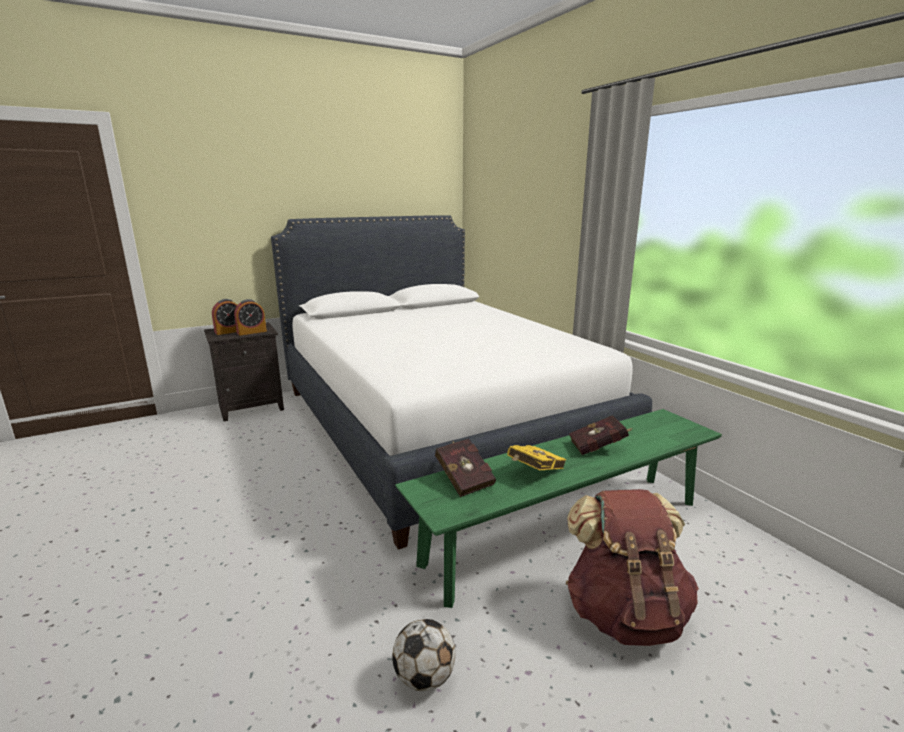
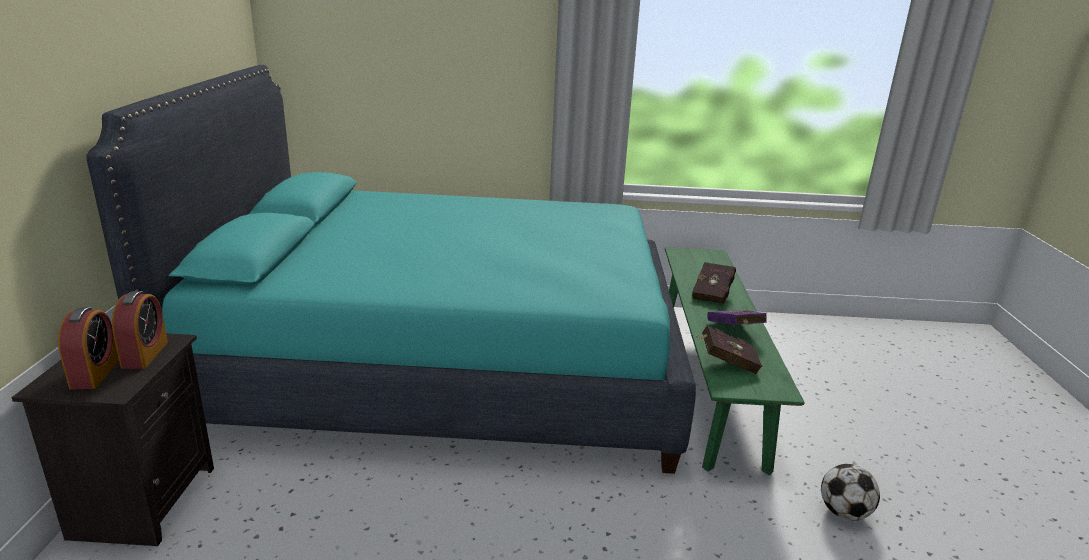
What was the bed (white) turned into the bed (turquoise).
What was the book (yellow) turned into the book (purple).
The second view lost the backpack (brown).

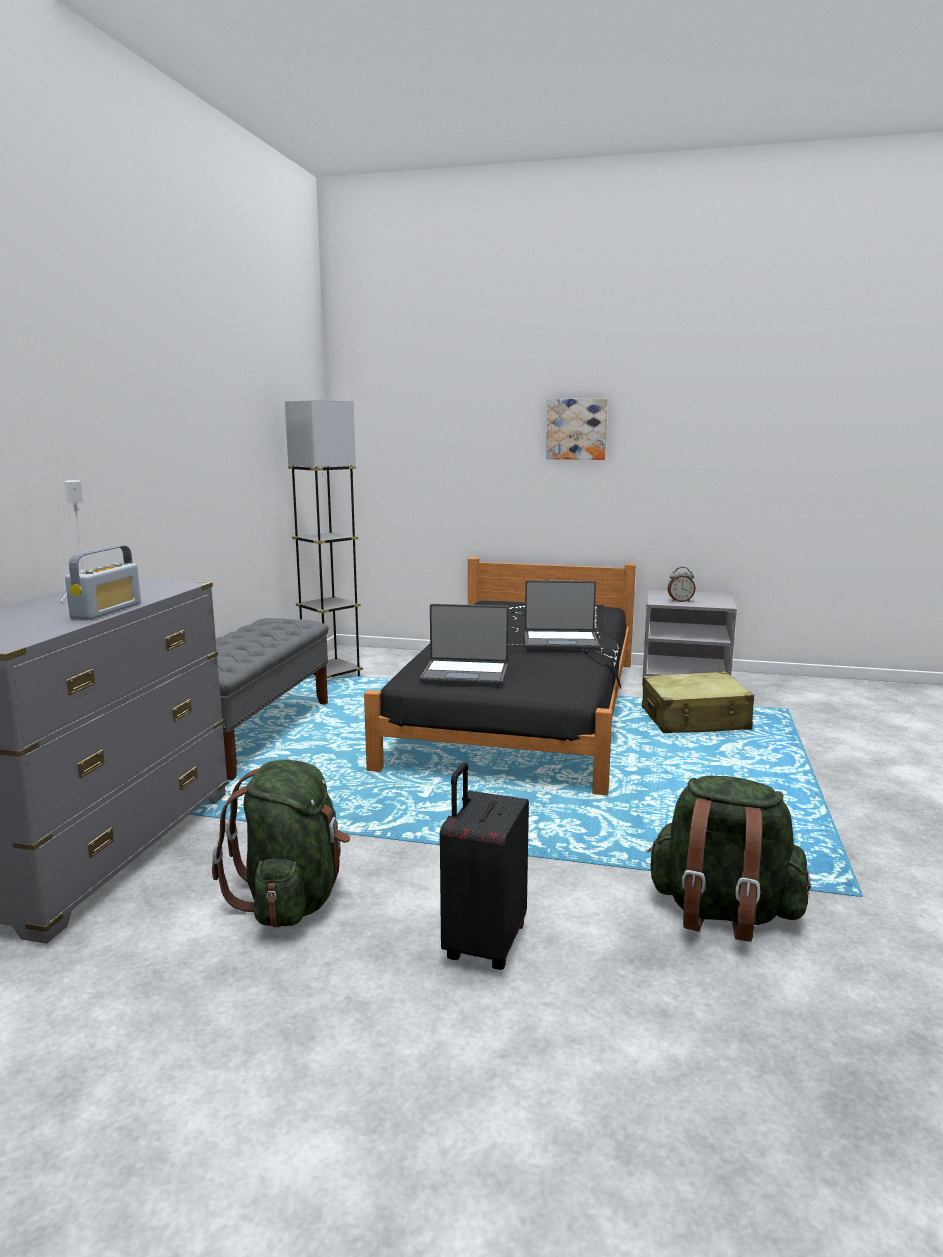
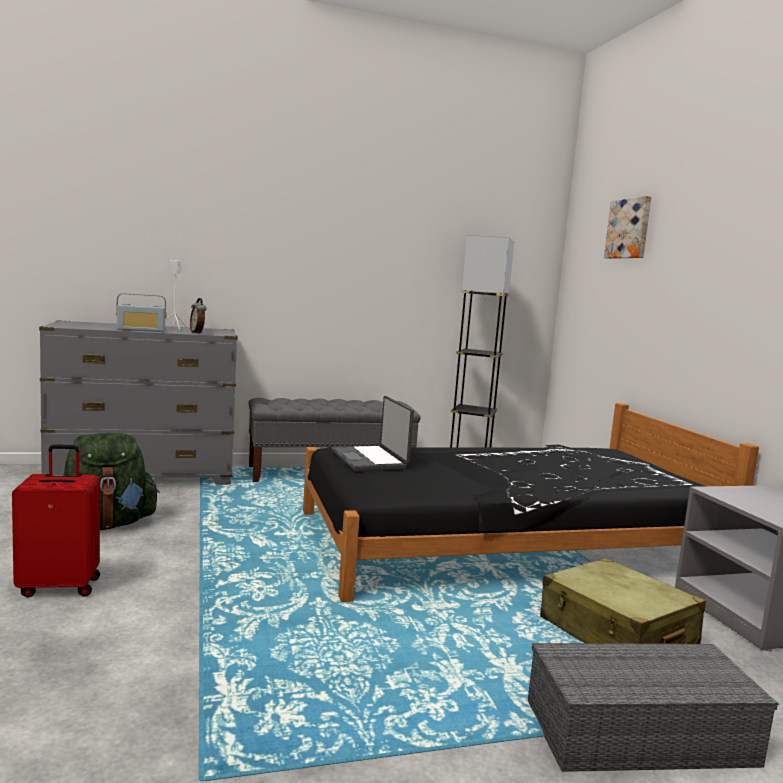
What was the suitcase (black) turned into the suitcase (red).
The second view lost the laptop (2nd from left).
The picture ended up elsewhere.
The second view lost the backpack (green) (2nd from left).
The alarm clock ended up elsewhere.
The second view gained the storage box (grey).

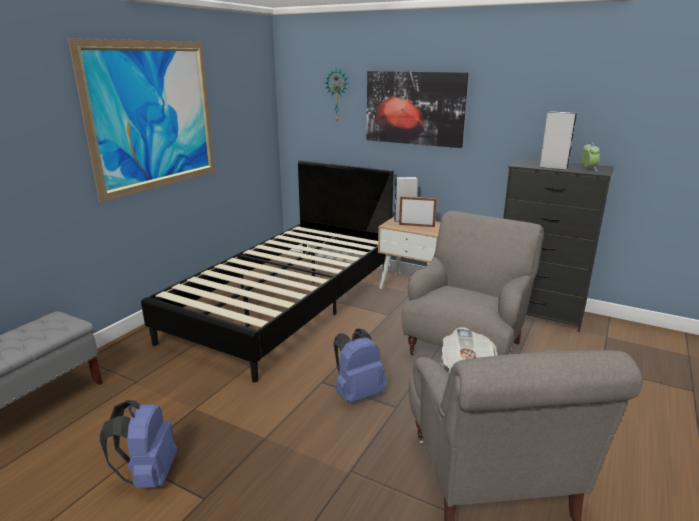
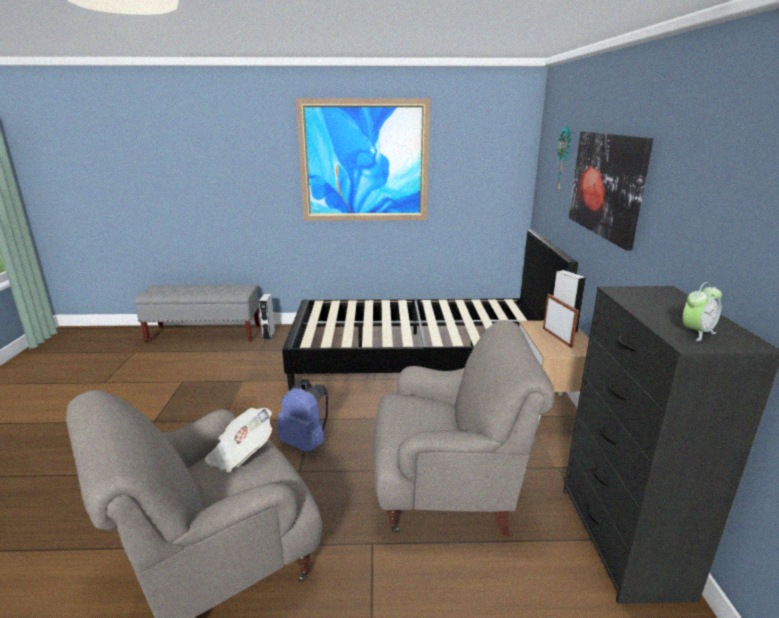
The second view lost the backpack (blue) (1st from left).
The speaker (grey) (2nd from left in the first image) ended up elsewhere.

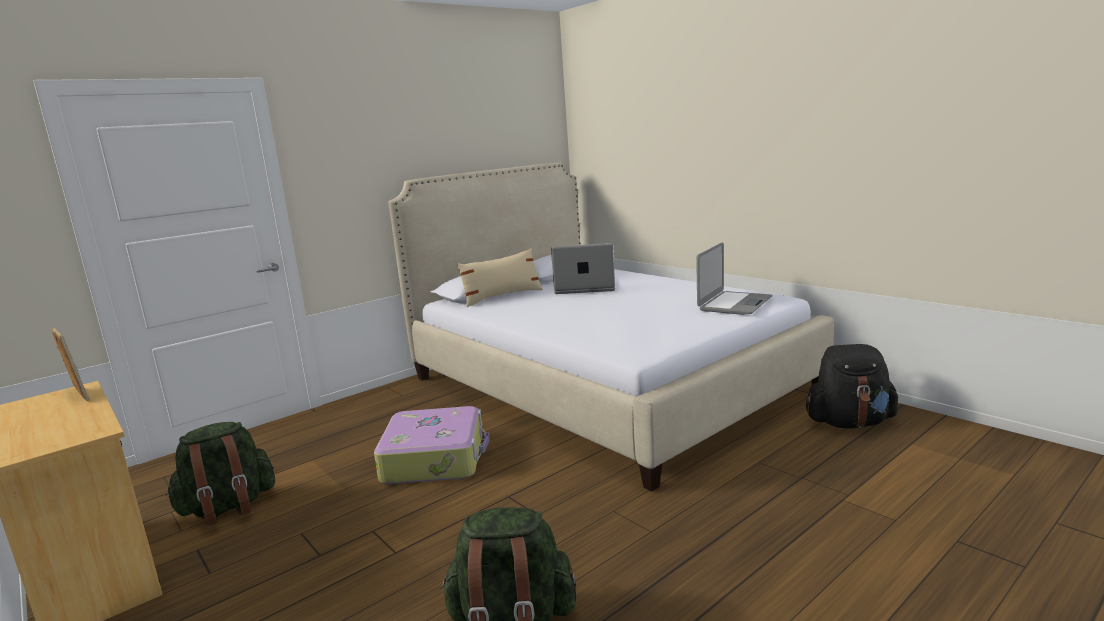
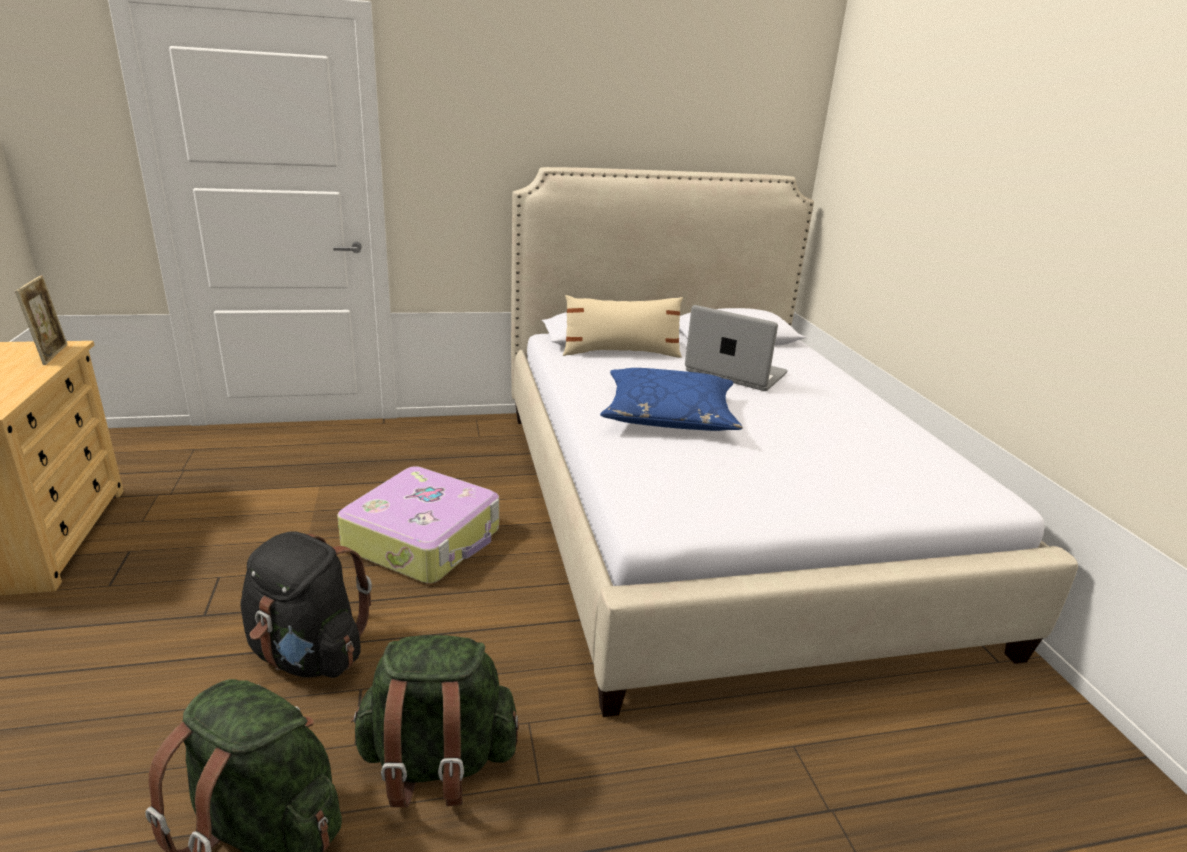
The backpack (green) (1st from left in the first image) ended up elsewhere.
The second view lost the laptop (2nd from left).
The backpack (black) ended up elsewhere.
The second view gained the pillow (blue).

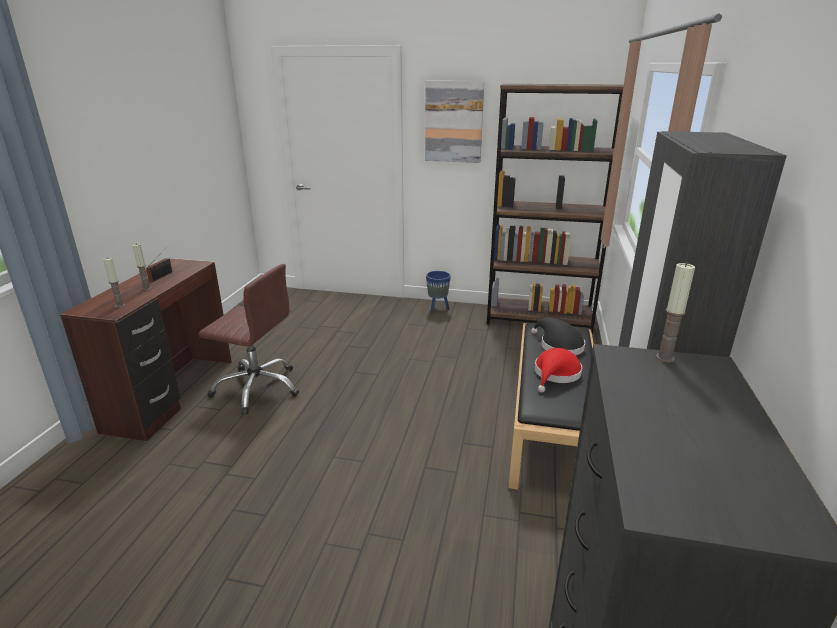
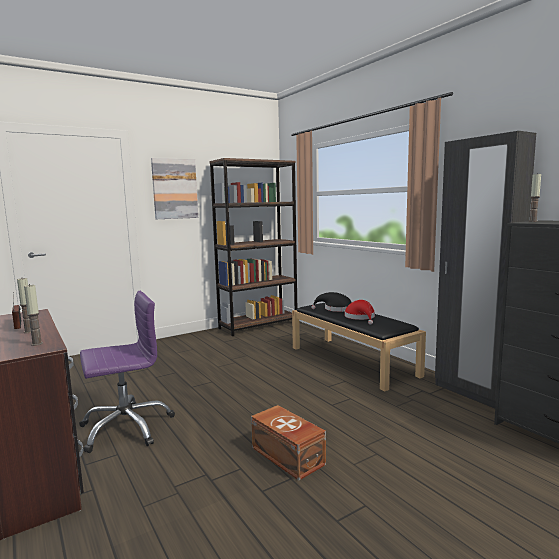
What was the office chair (brown) turned into the office chair (purple).
The second view lost the planter (blue).
The second view gained the storage box (brown).

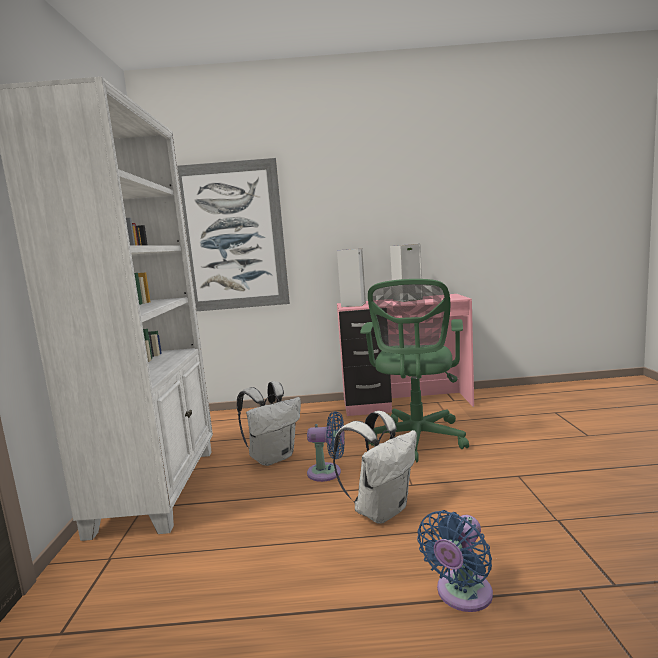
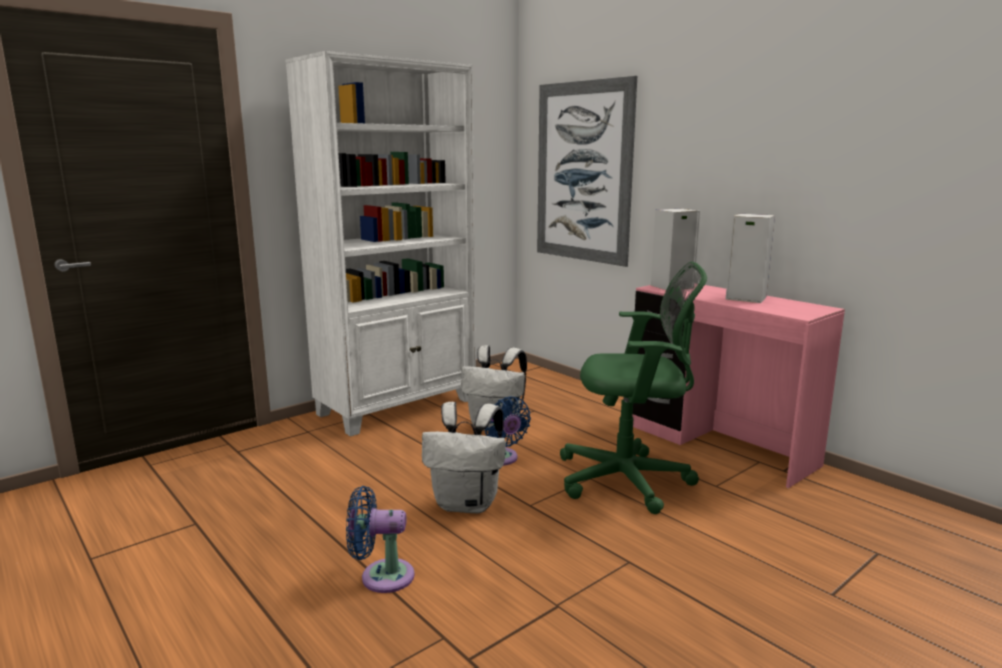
The office chair (green) ended up facing another way, 150 degrees counterclockwise from before.

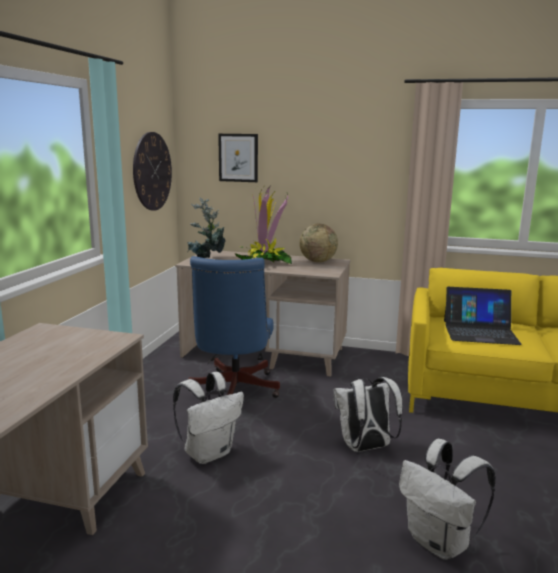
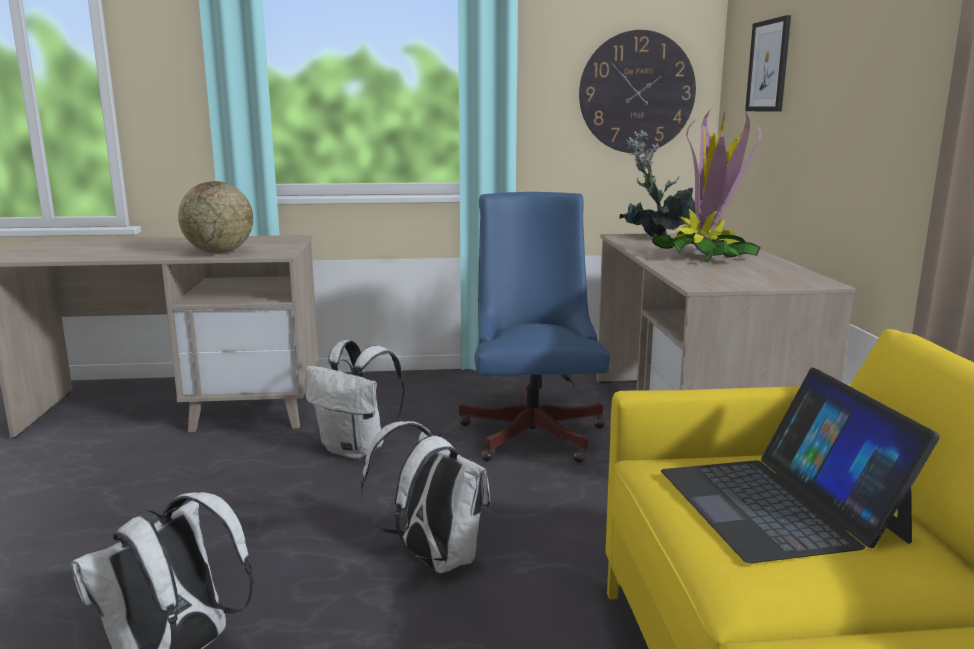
The office chair (blue) ended up facing another way, 105 degrees clockwise from before.
The globe ended up elsewhere.

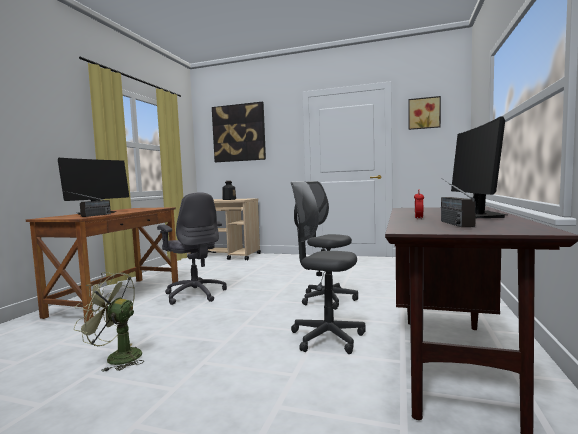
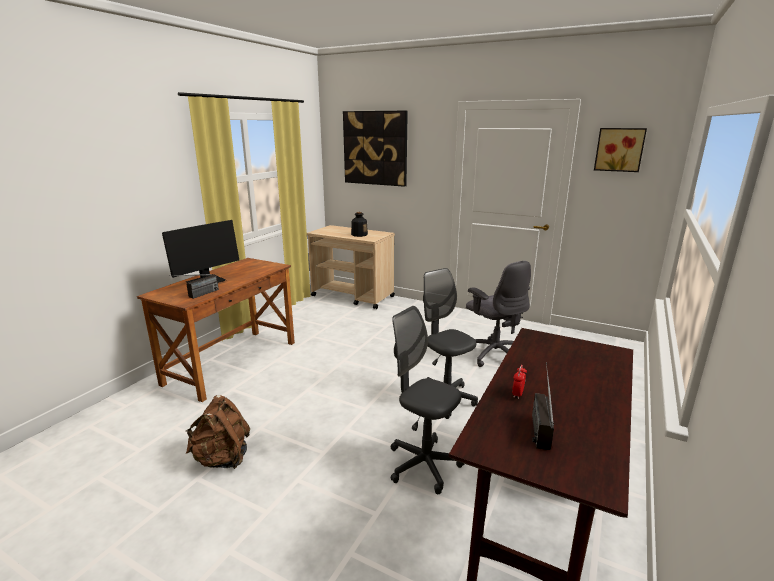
Where the fan (green) stood, the backpack (brown) came to stand.
The office chair (grey) (1st from left in the first image) ended up elsewhere.
The second view lost the monitor (2nd from left).

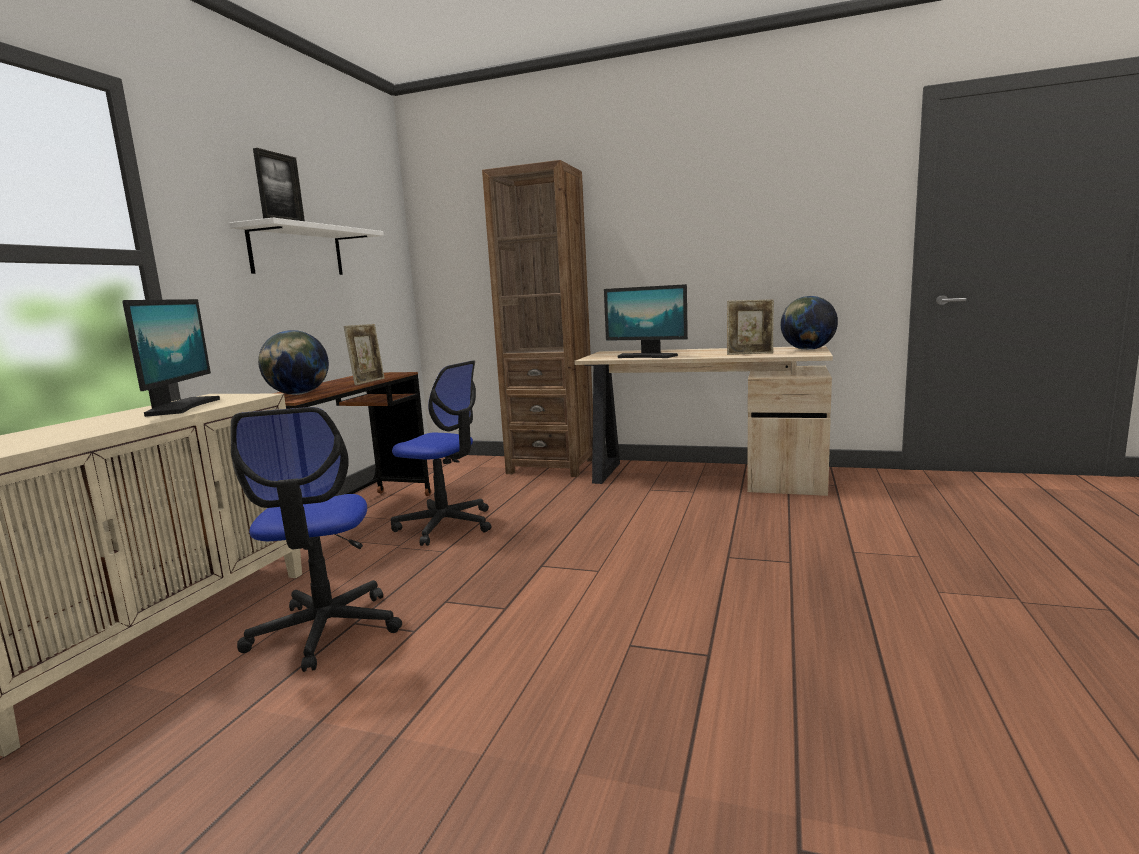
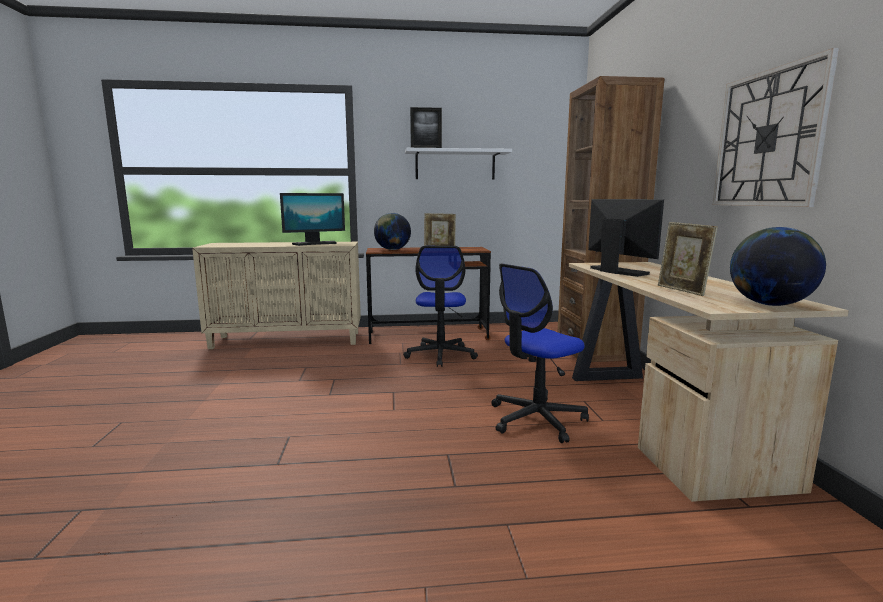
The office chair (1st from left in the first image) ended up elsewhere.
The monitor (2nd from left) ended up facing another way, 150 degrees clockwise from before.
The second view gained the wall clock.

